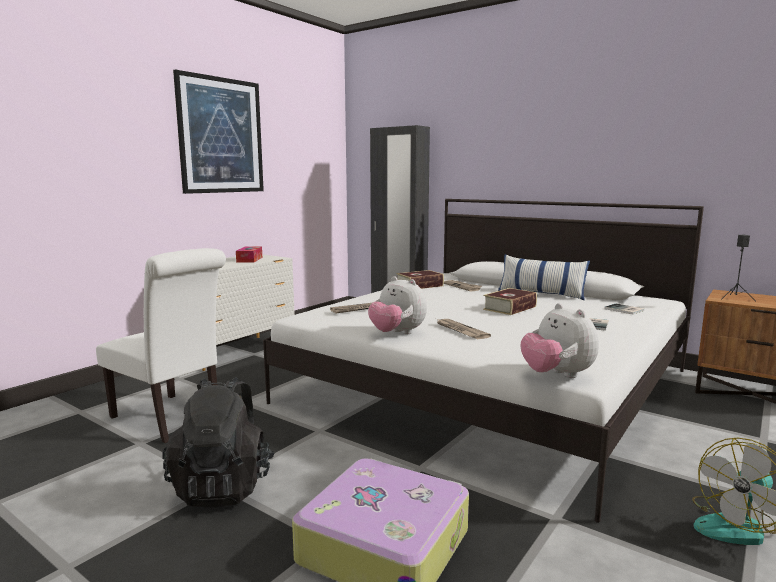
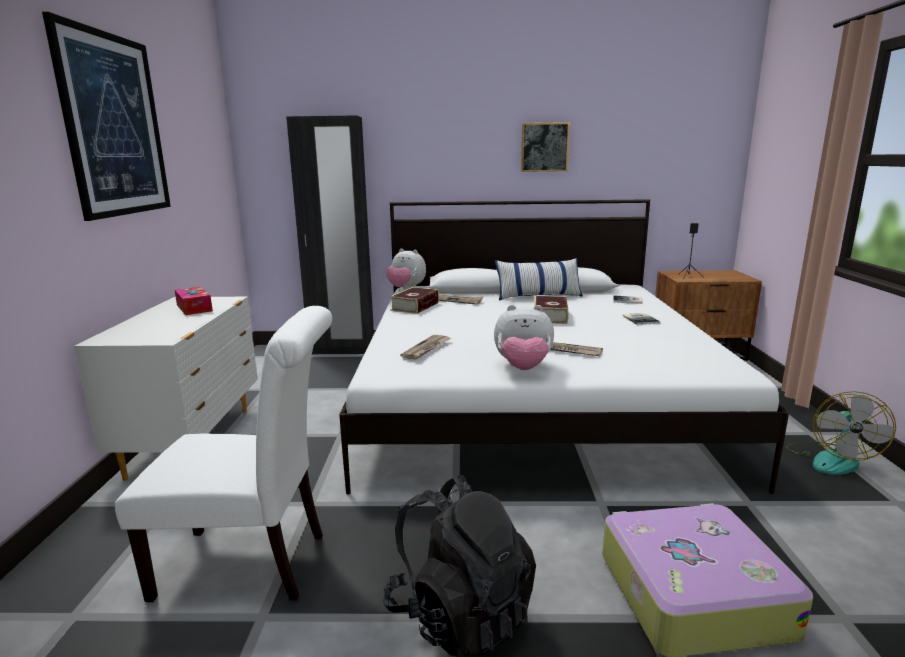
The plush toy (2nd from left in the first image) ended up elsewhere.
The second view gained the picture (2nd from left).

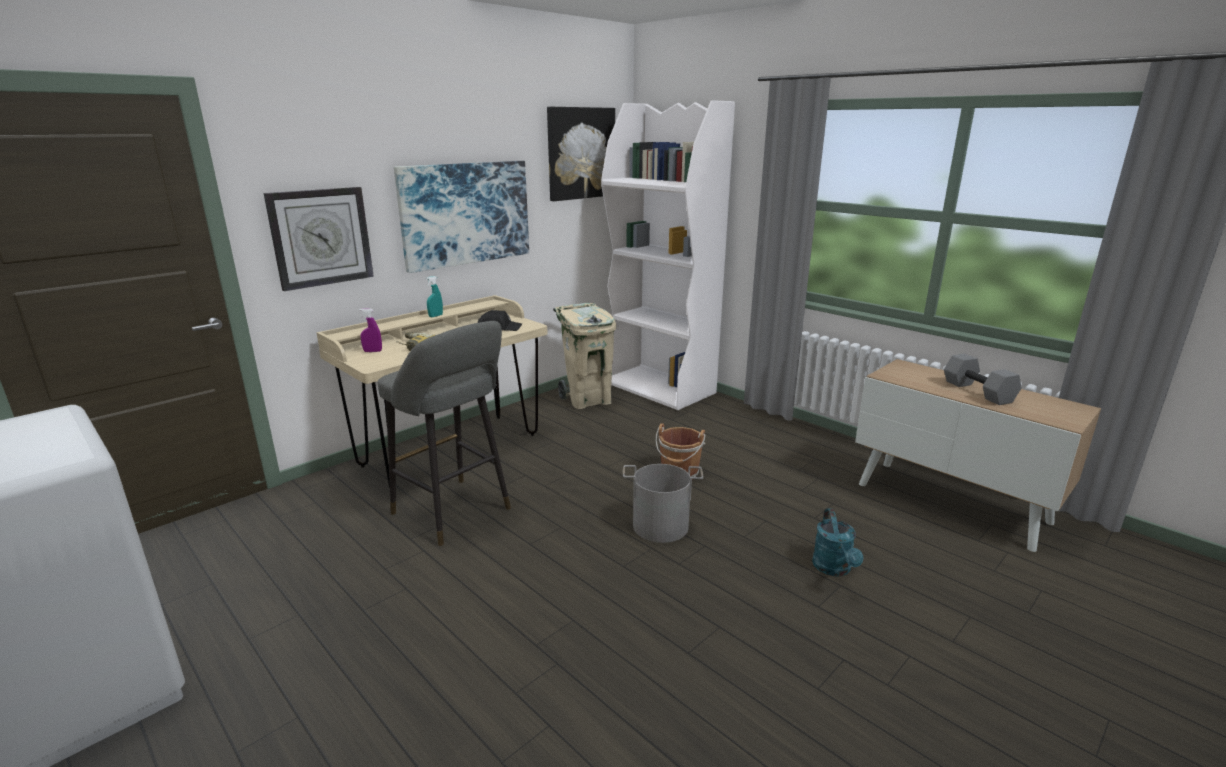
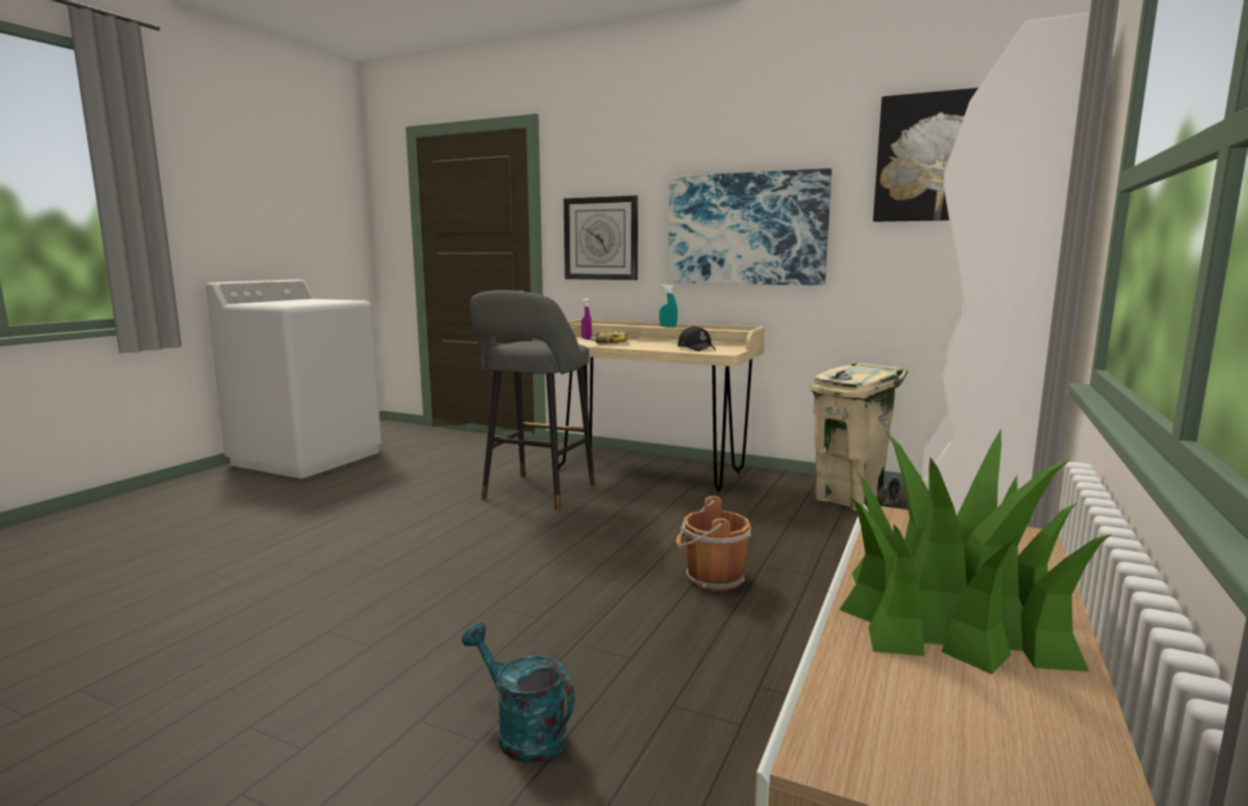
The second view lost the bucket (grey).
The watering can (turquoise) ended up facing another way, 60 degrees clockwise from before.
Where the dumbbell (grey) stood, the potted plant came to stand.

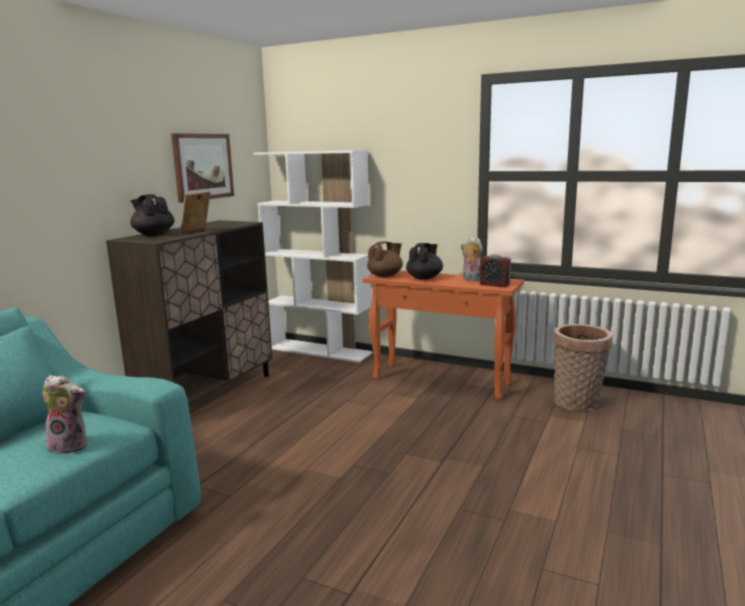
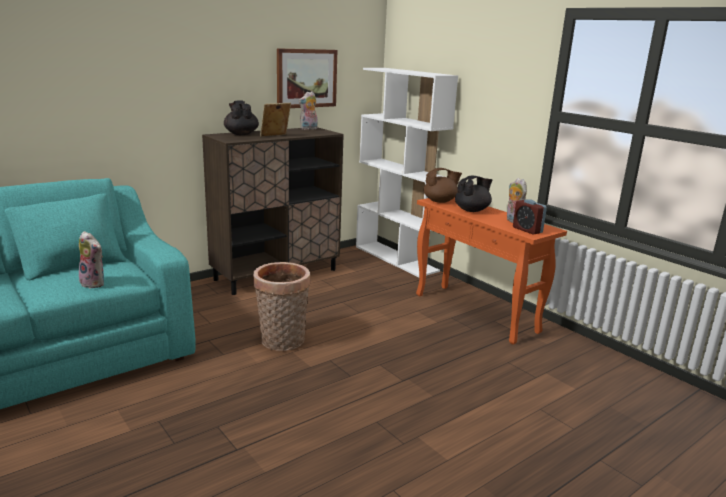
The basket ended up elsewhere.
The second view gained the plush toy (2nd from left).

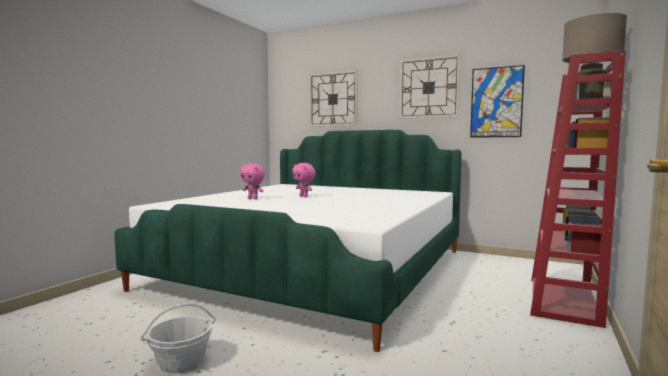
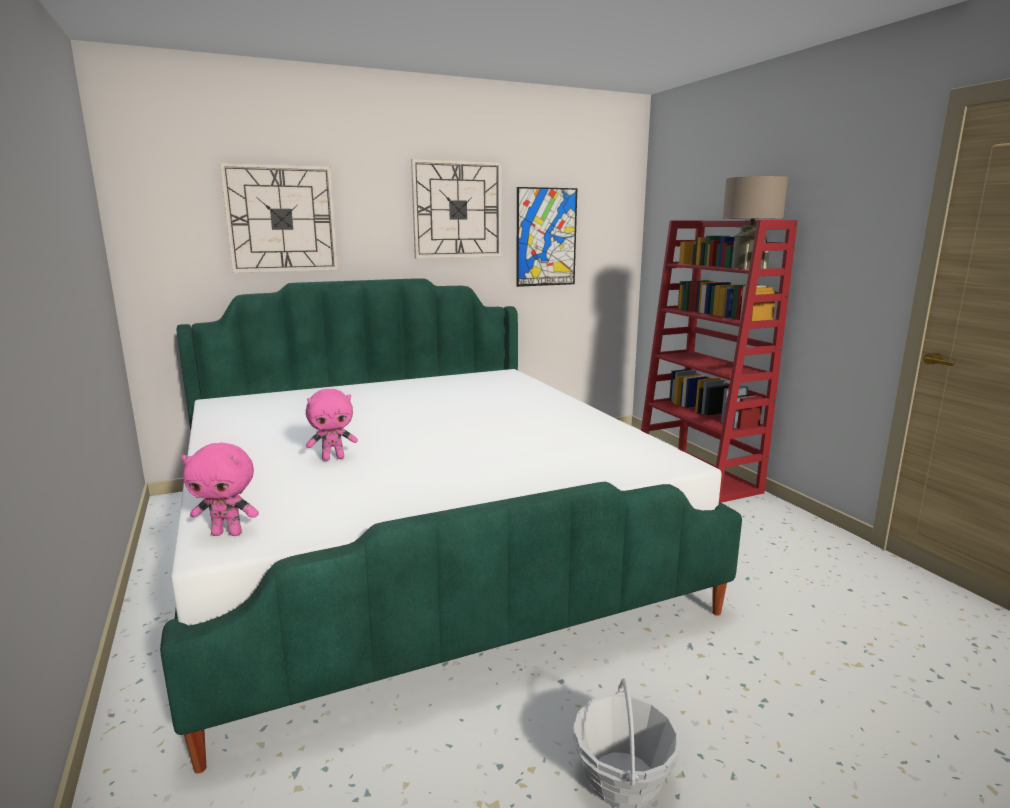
The plush toy (pink) (2nd from left in the first image) ended up elsewhere.

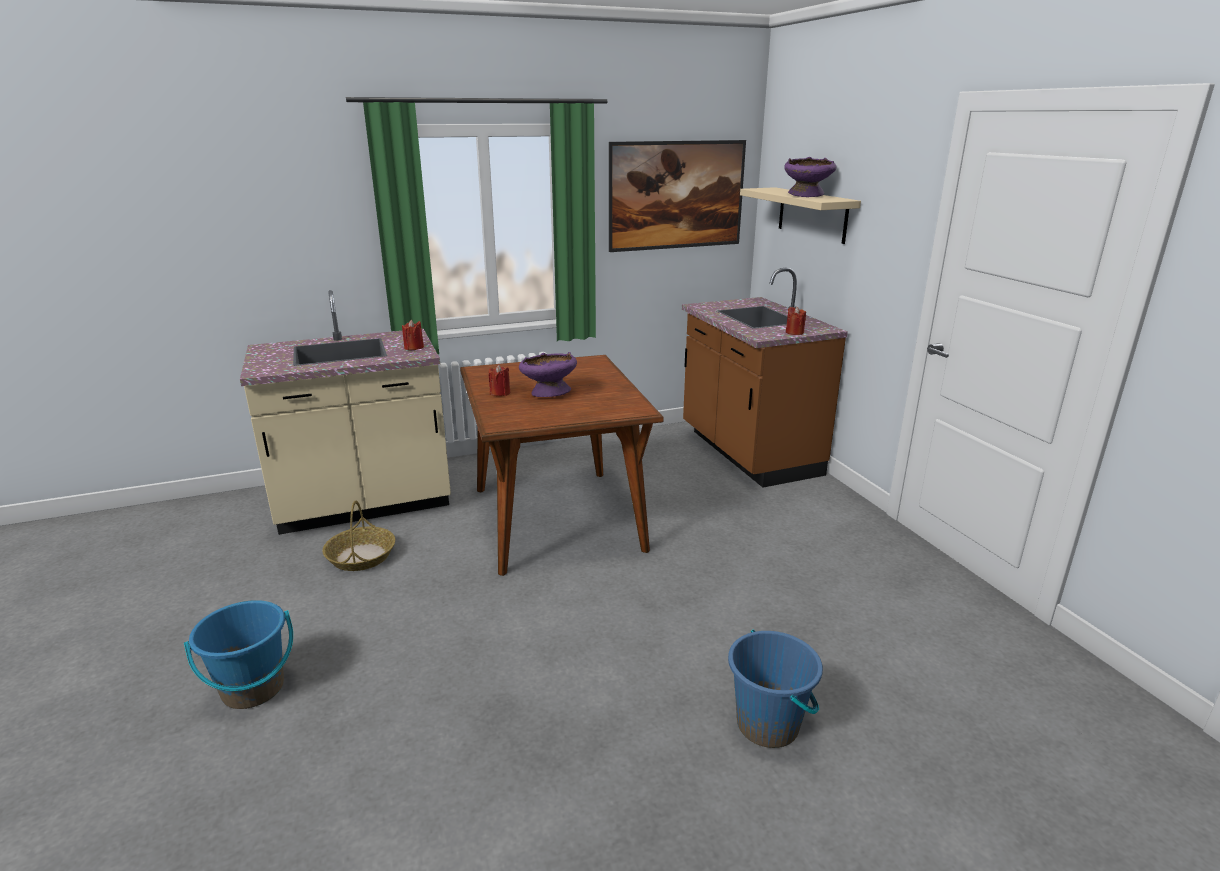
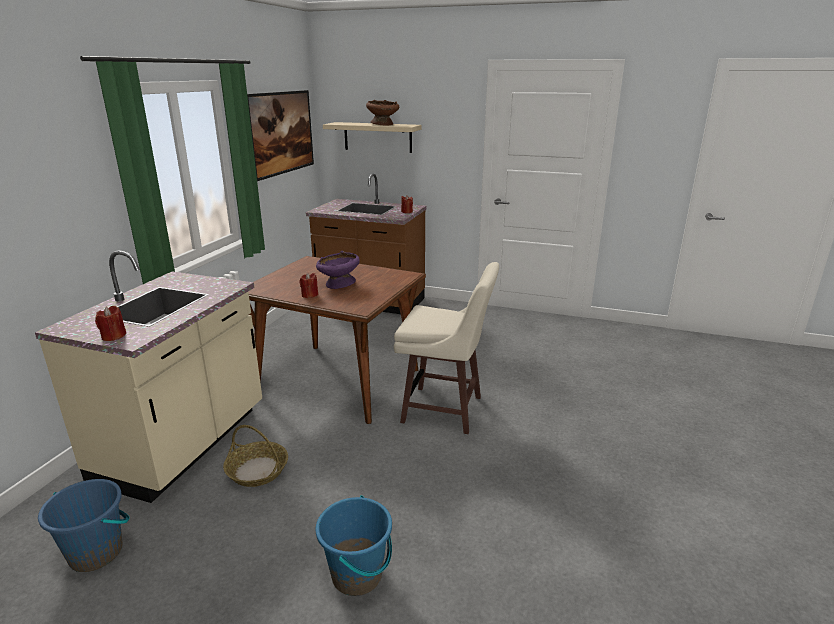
The candle (red) (1st from left) ended up elsewhere.
The bucket (blue) (2nd from left in the first image) ended up elsewhere.
What was the bowl (purple) (2nd from left) turned into the bowl (brown).
The second view gained the stool (beige).

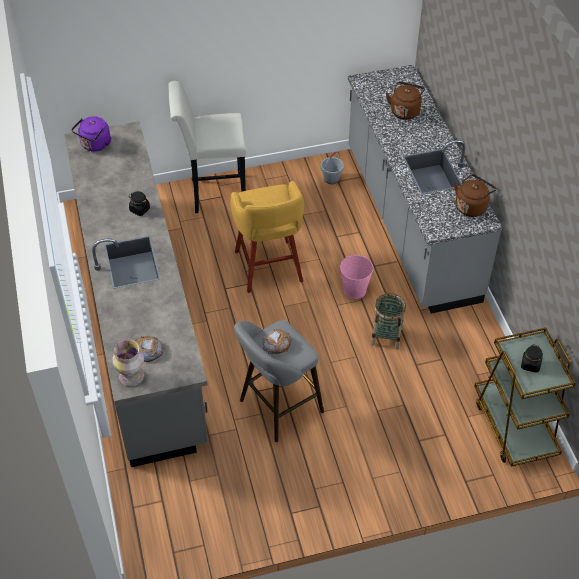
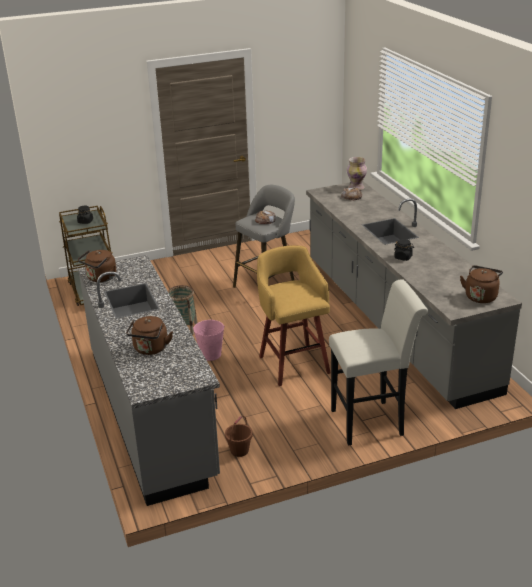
What was the kettle (purple) turned into the kettle (brown) (3rd from left).
What was the bucket (grey) turned into the bucket (brown).

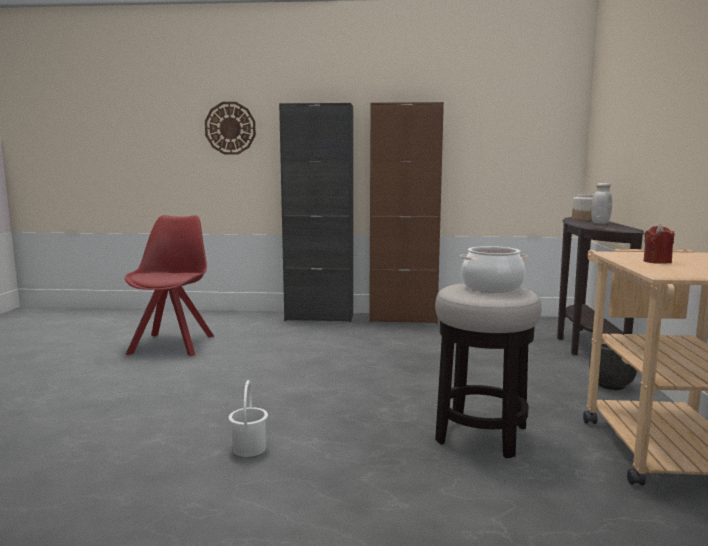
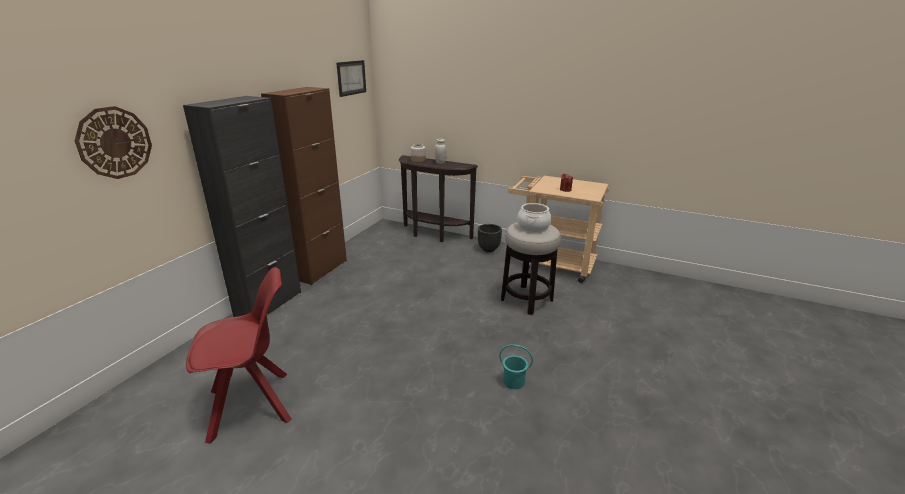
The chair (red) ended up facing another way, 135 degrees clockwise from before.
What was the bucket (white) turned into the bucket (turquoise).
The second view gained the picture.

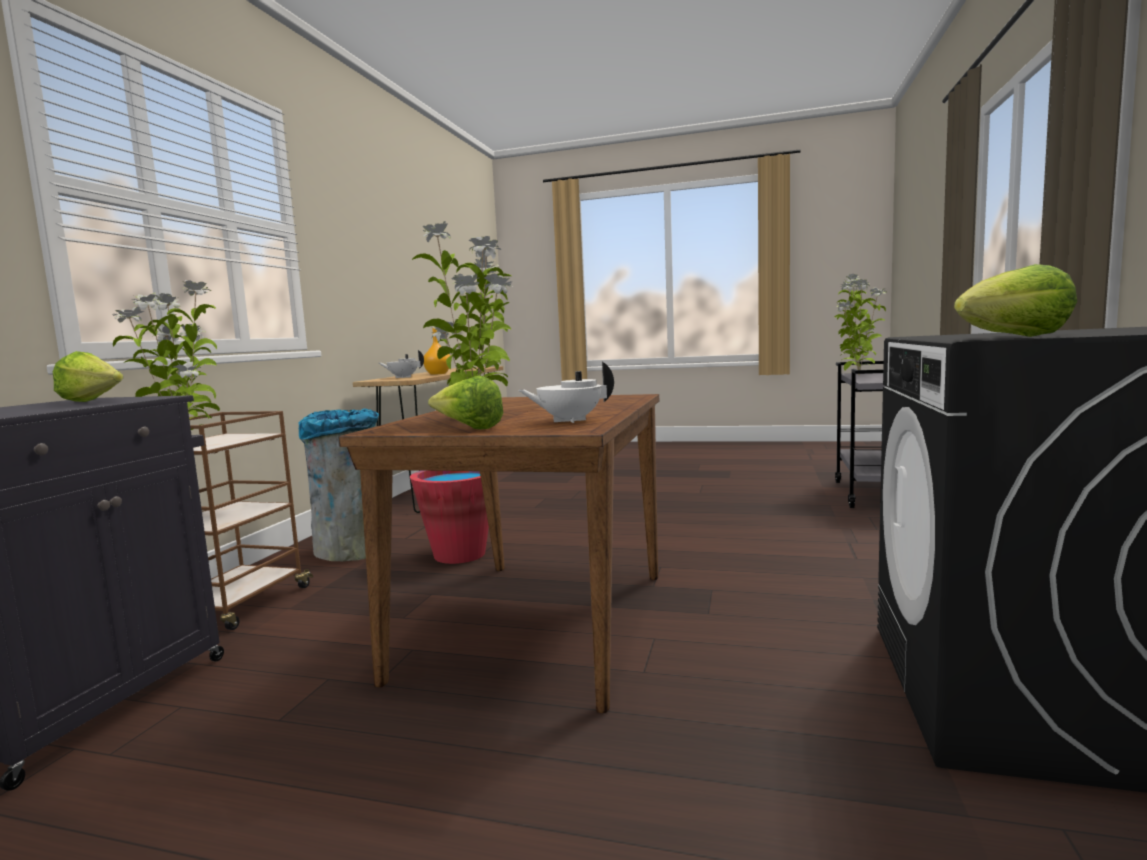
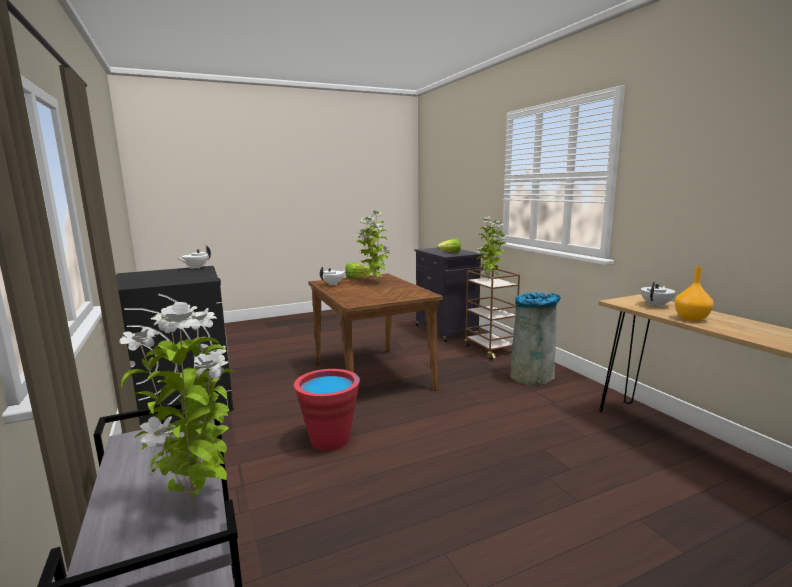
The bucket (red) ended up elsewhere.
Where the lettuce (3rd from left) stood, the teapot (white) (1st from left) came to stand.

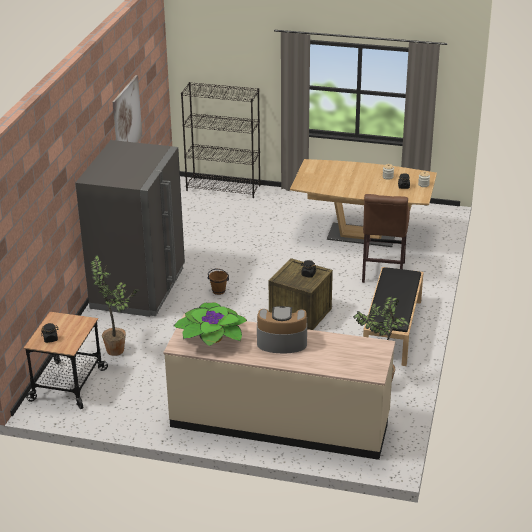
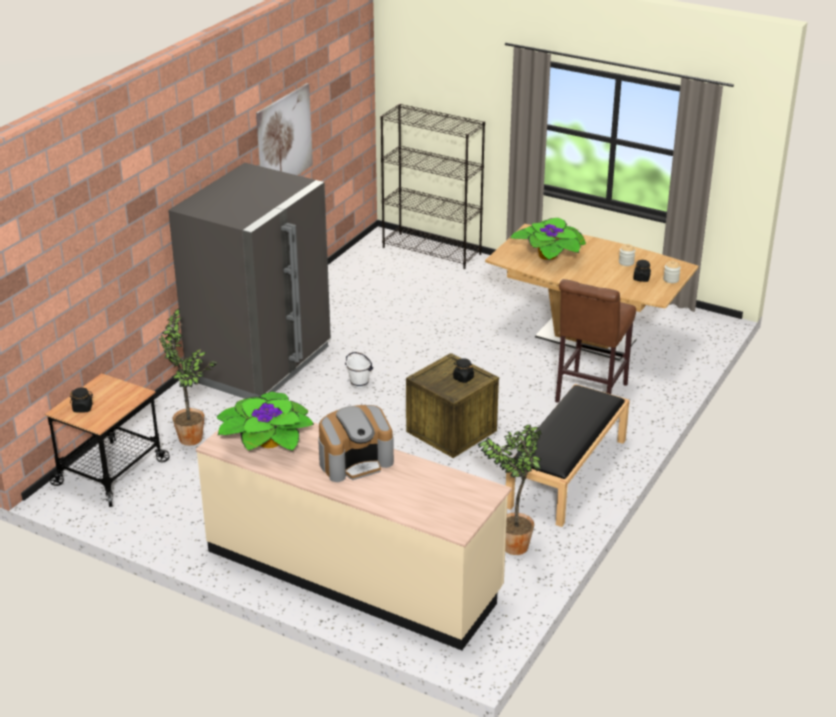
What was the bucket (brown) turned into the bucket (white).
The coffee machine ended up facing another way, 135 degrees clockwise from before.
The second view gained the potted plant (4th from left).

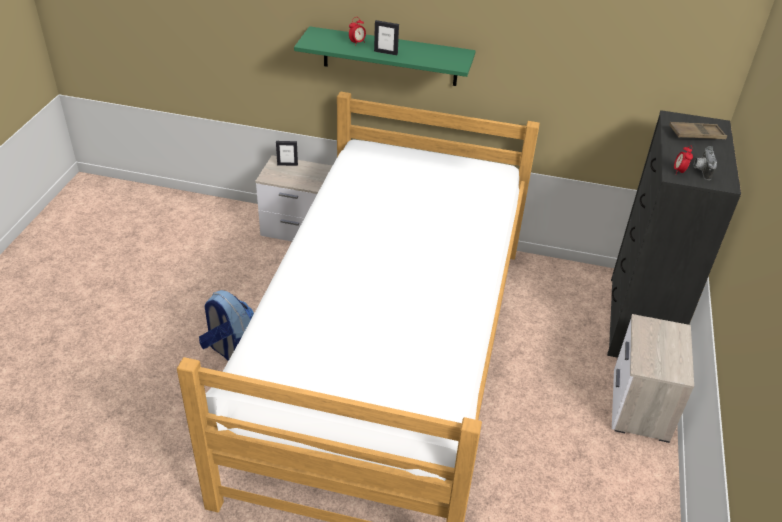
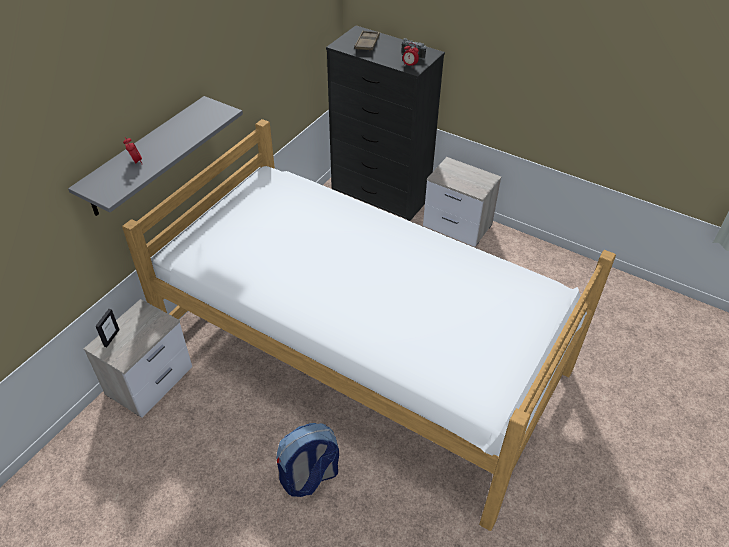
What was the shelf (green) turned into the shelf (grey).
The second view lost the picture frame (2nd from left).

